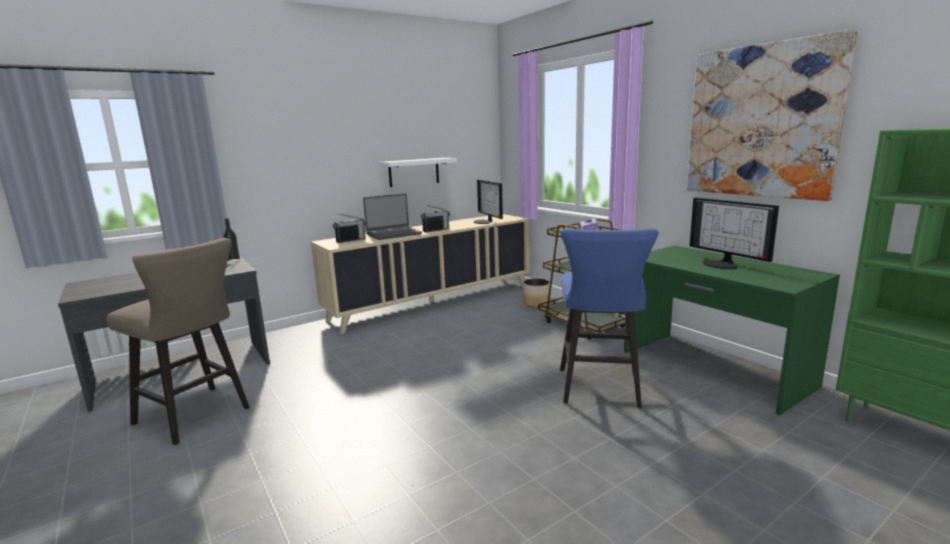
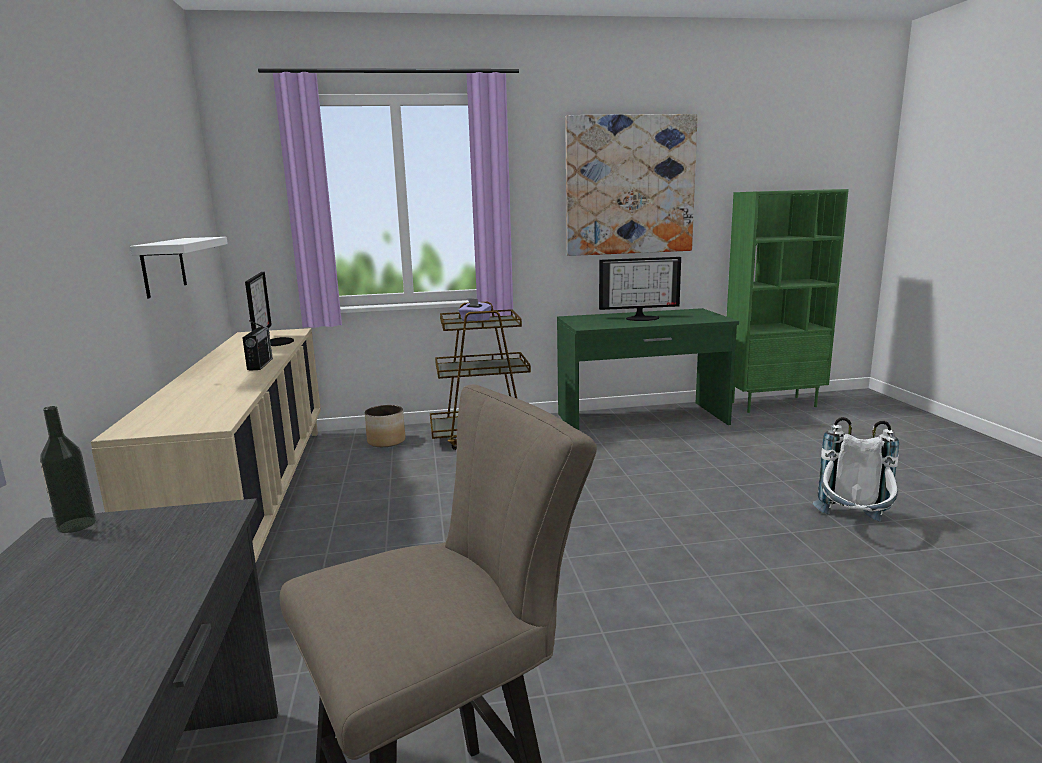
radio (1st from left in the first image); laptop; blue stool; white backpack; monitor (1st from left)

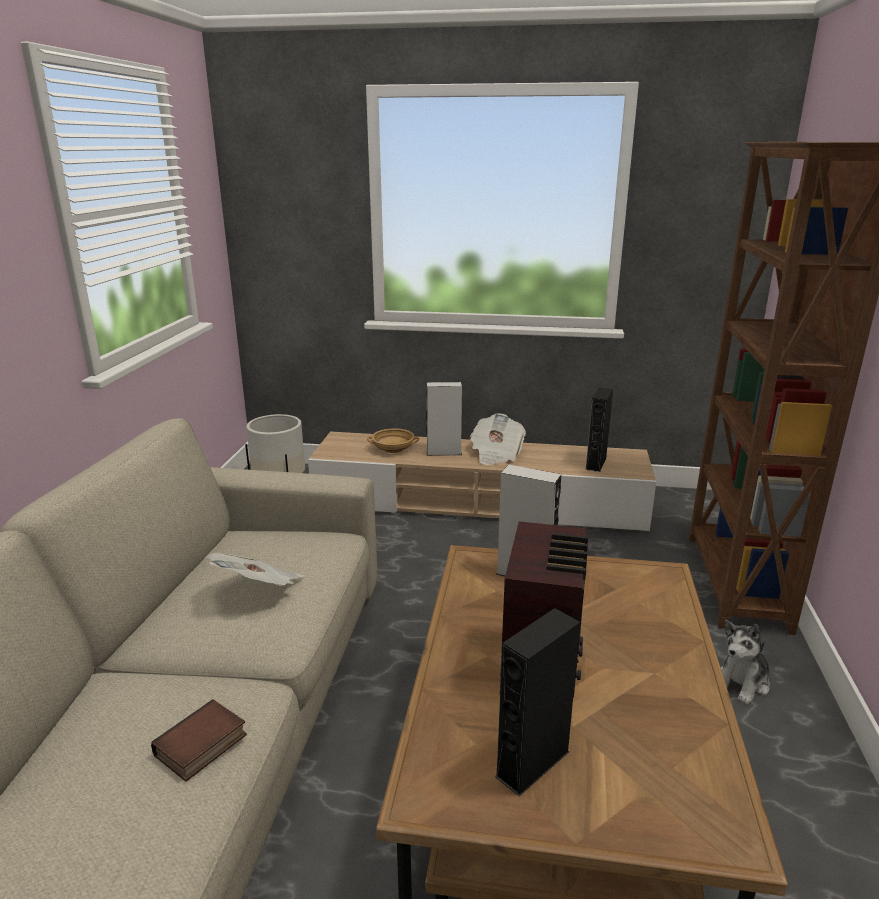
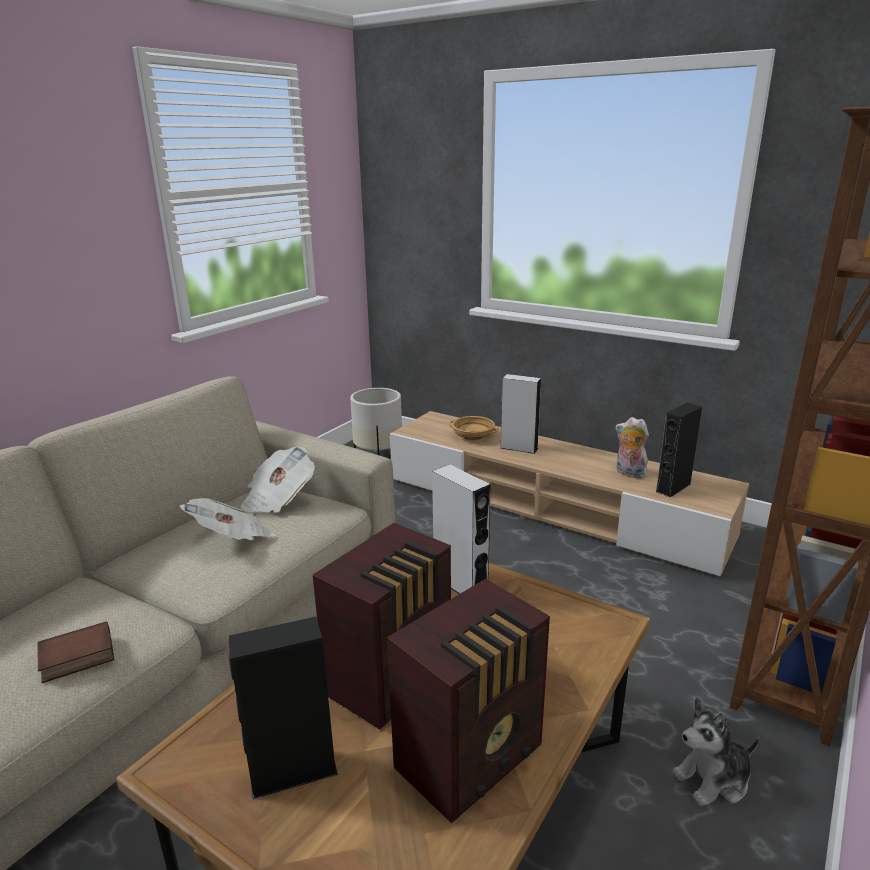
radio (2nd from left); plush toy (1st from left); newspaper (2nd from left)

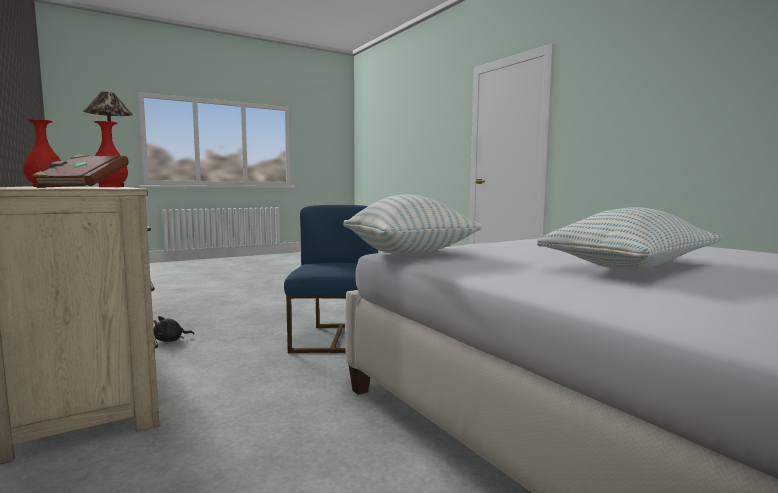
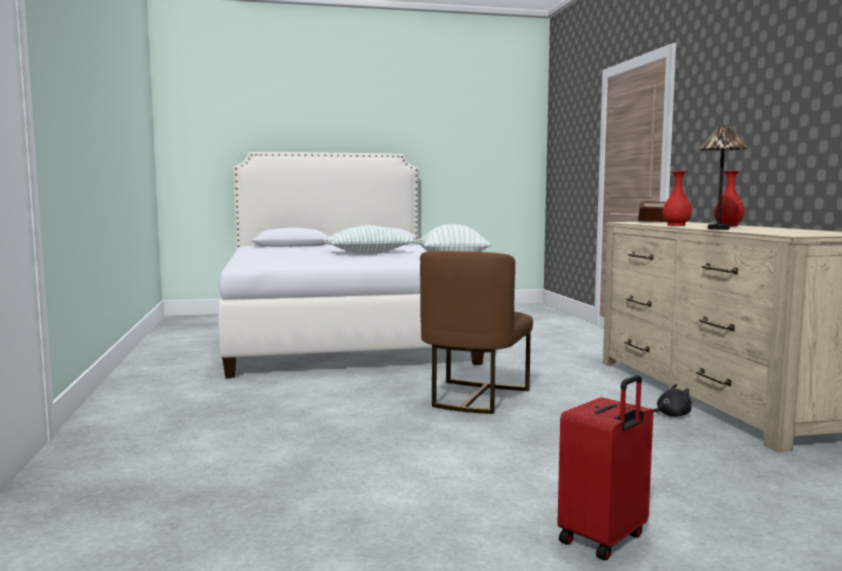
red suitcase; brown chair

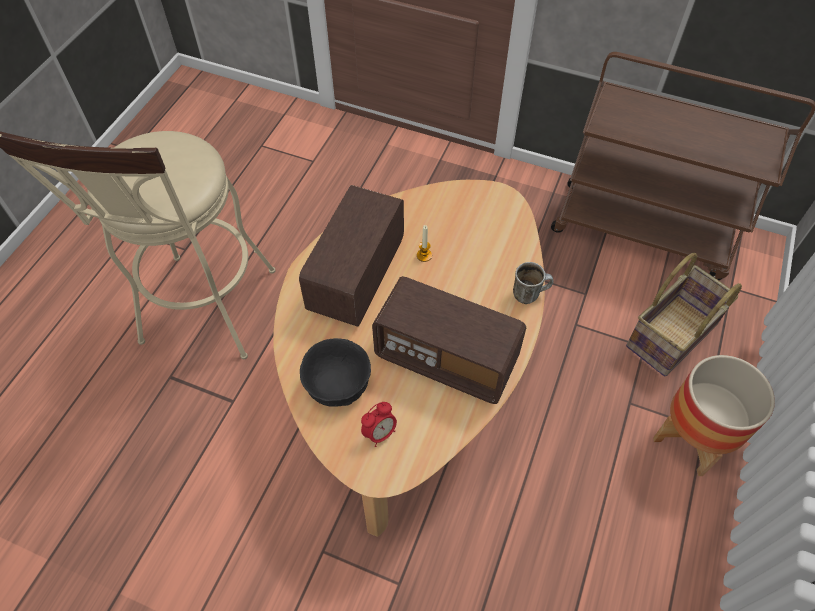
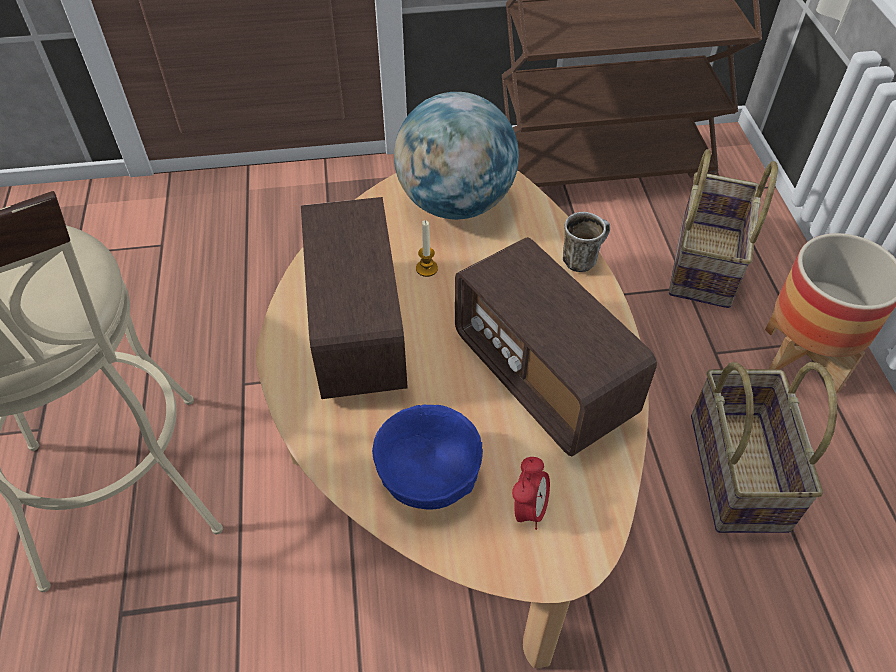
globe; basket (2nd from left); blue bowl; radio (2nd from left)

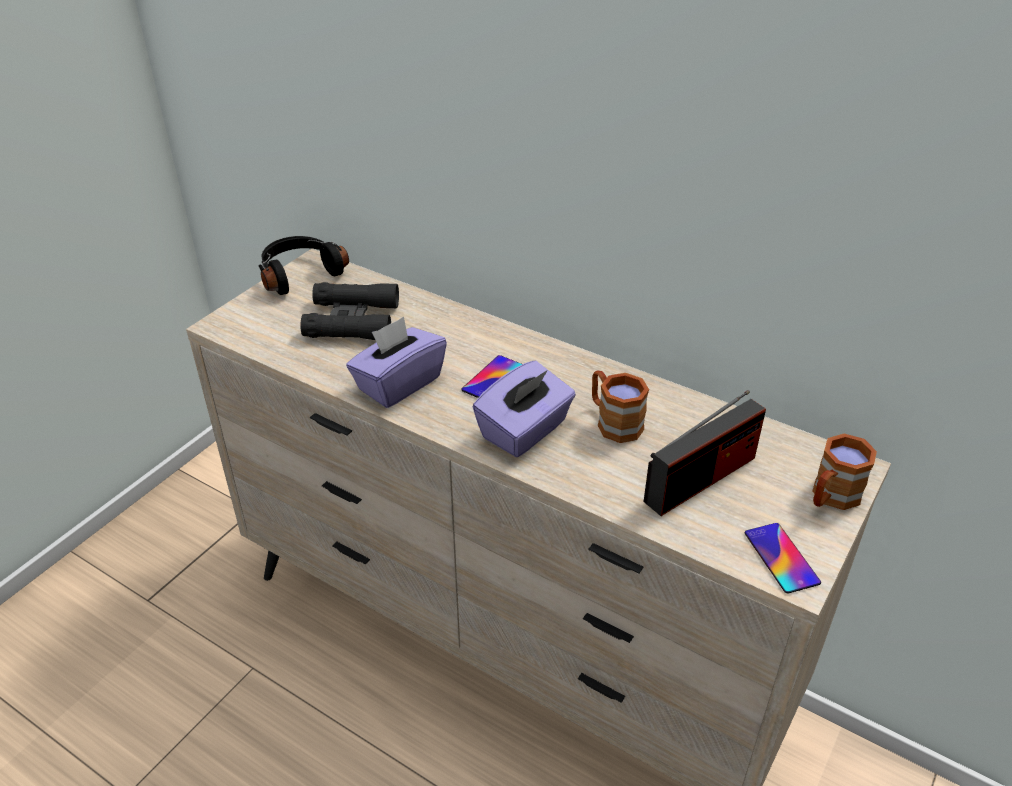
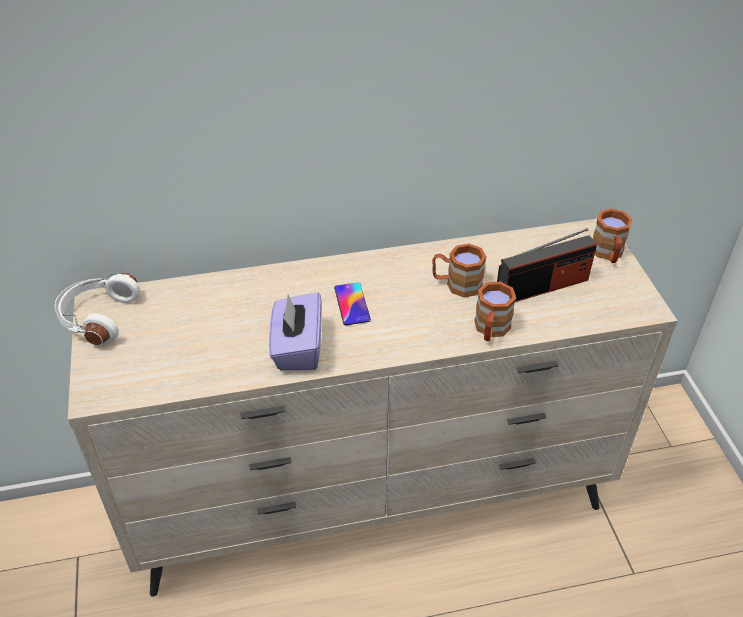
black binoculars; purple tissue box (2nd from left in the first image); phone (2nd from left in the first image); brown mug (2nd from left); white headphones; radio

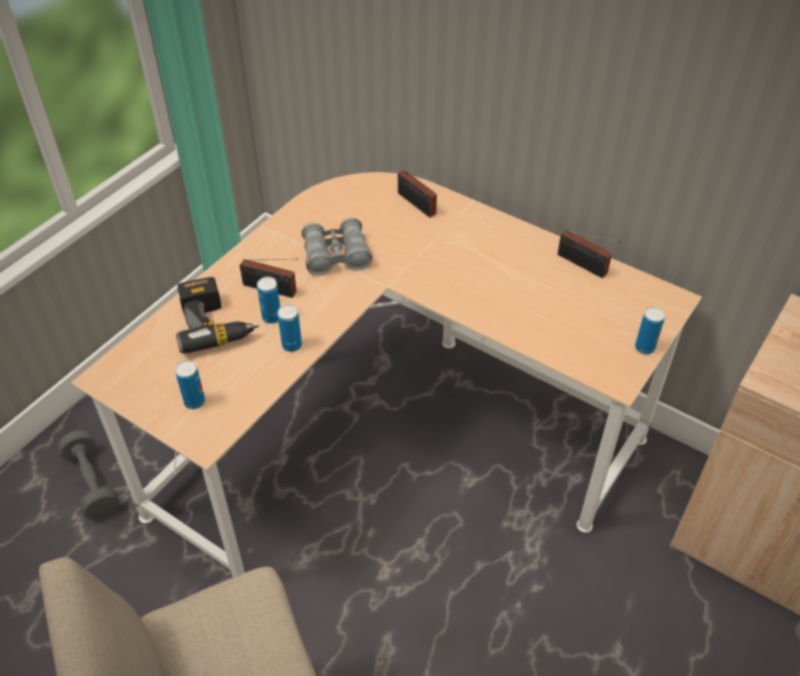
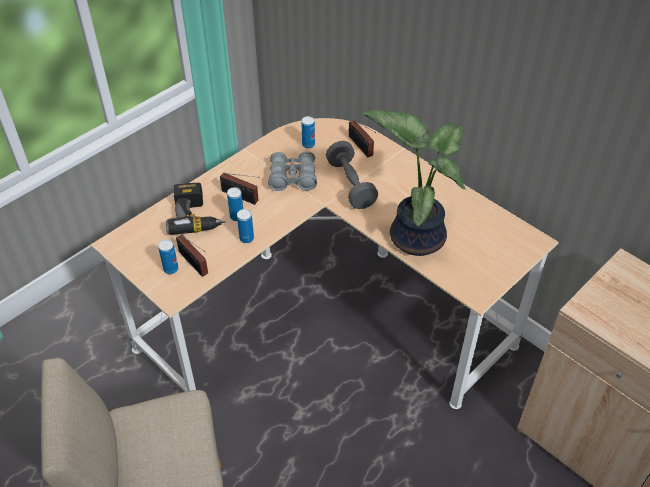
potted plant; grey dumbbell; radio (1st from left); can (4th from left)

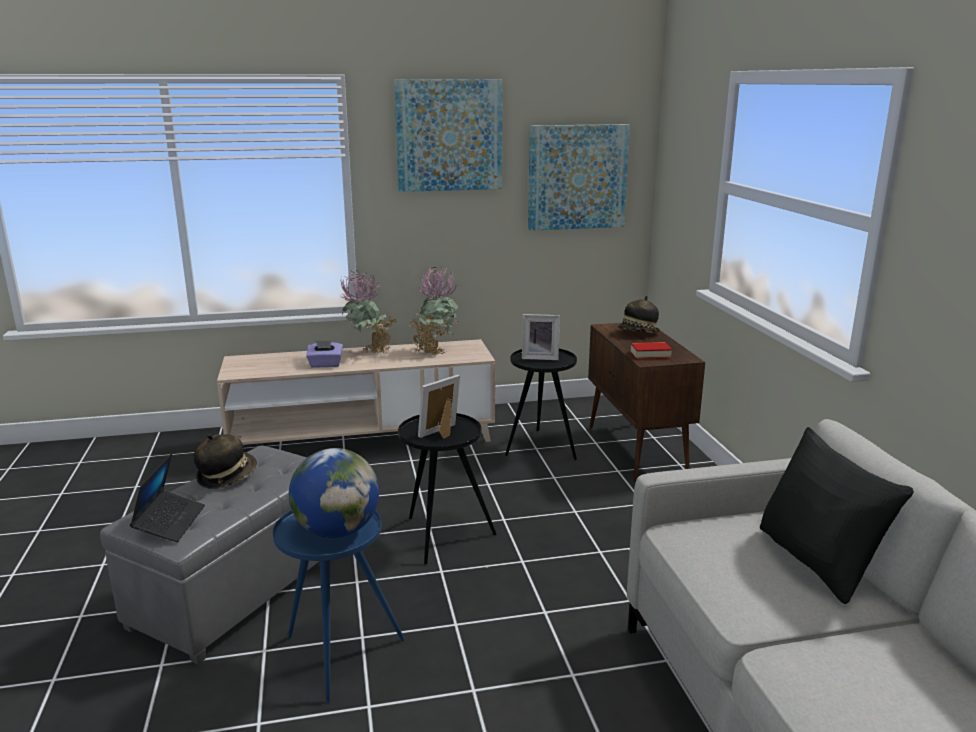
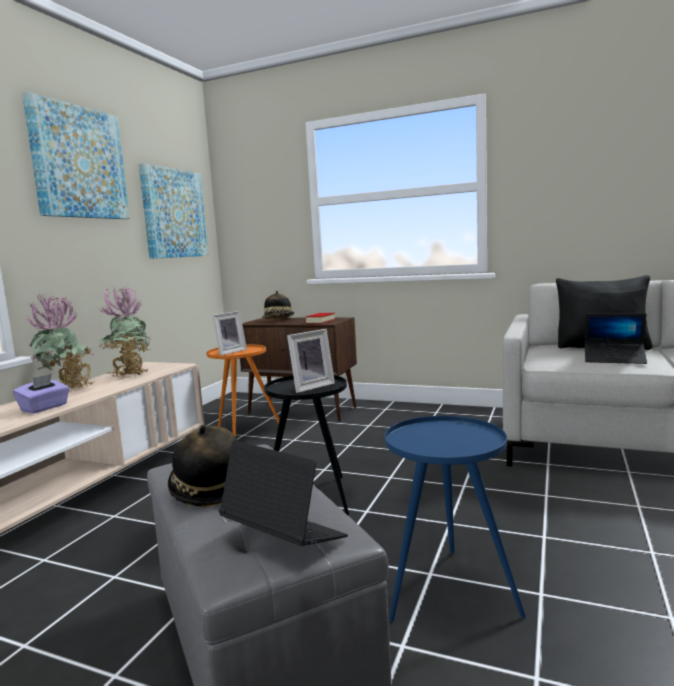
globe; laptop (2nd from left); orange side table; picture frame (2nd from left)

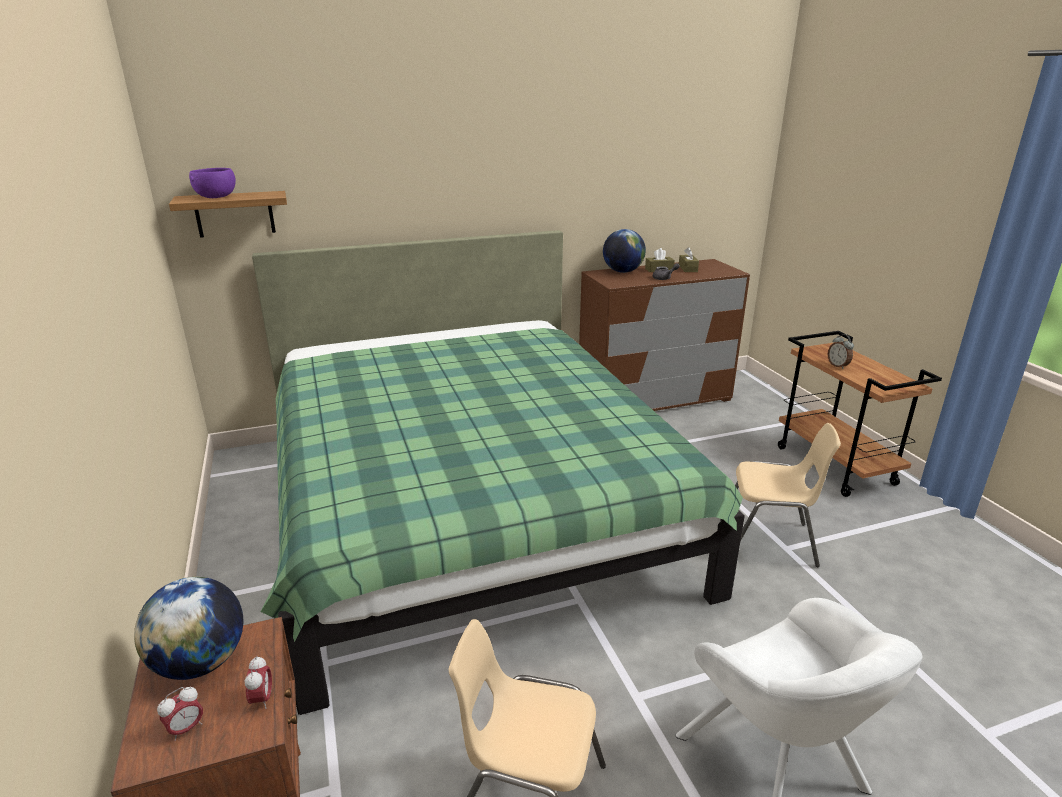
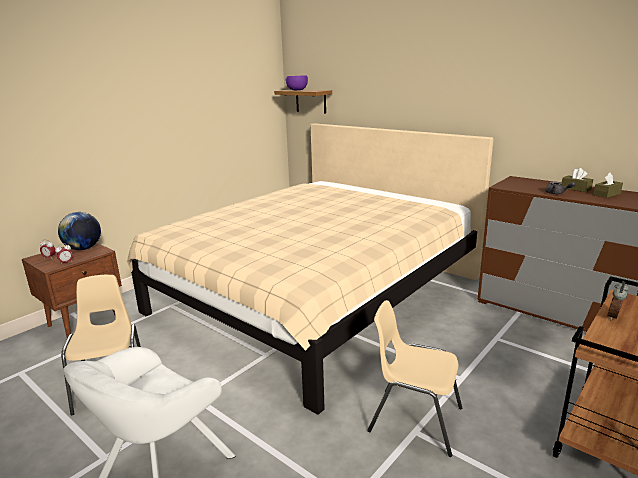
globe (2nd from left in the first image); beige bed; beige chair (2nd from left)

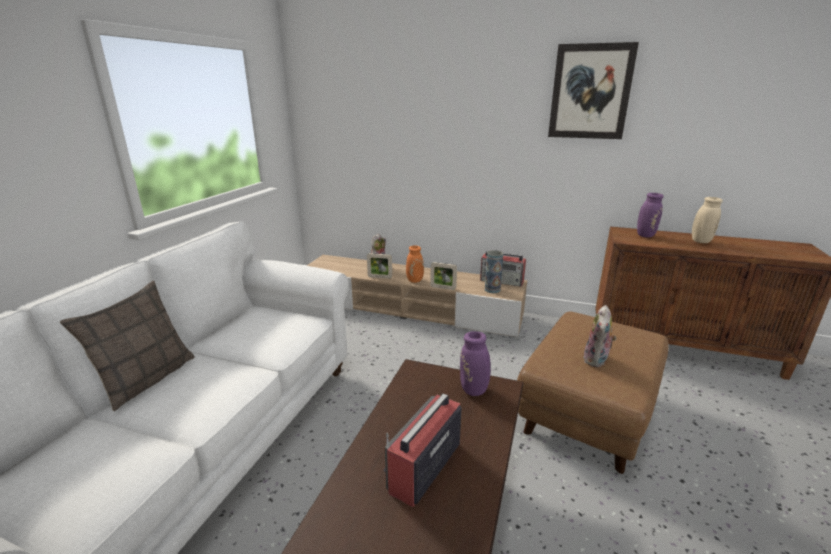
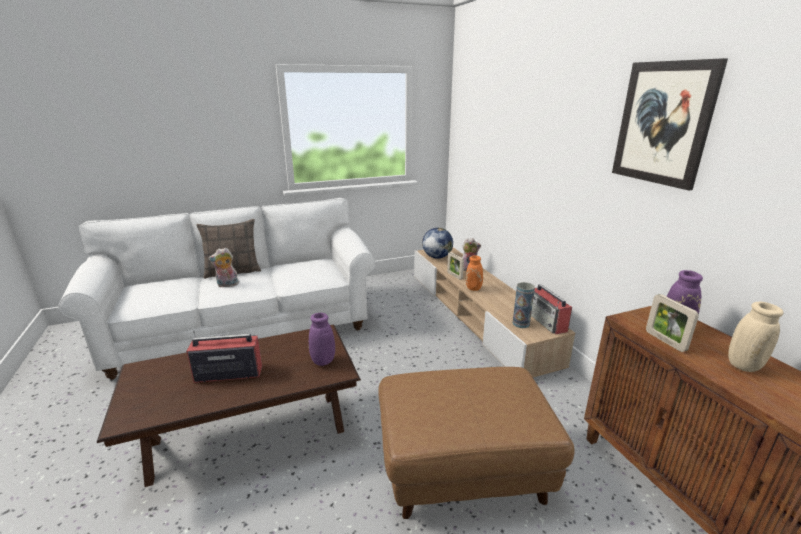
globe; picture frame (2nd from left); plush toy (1st from left)

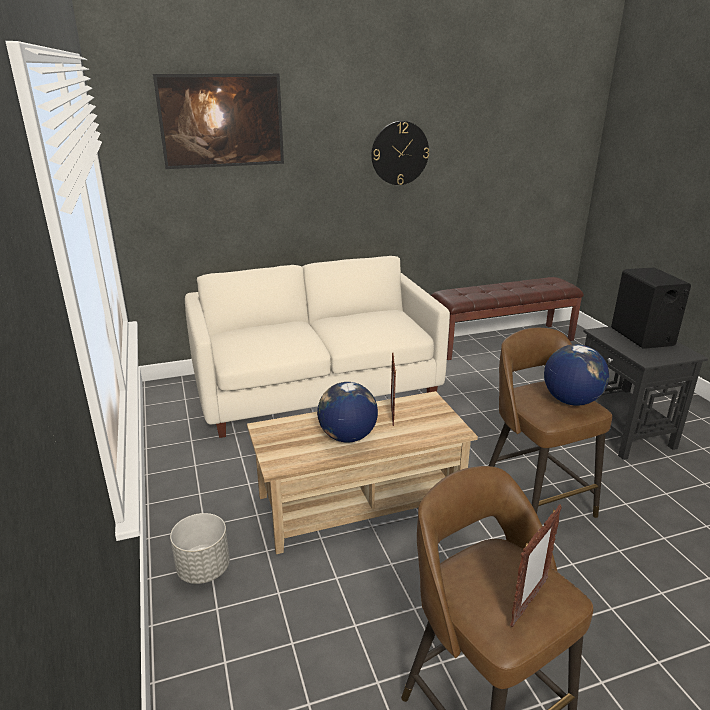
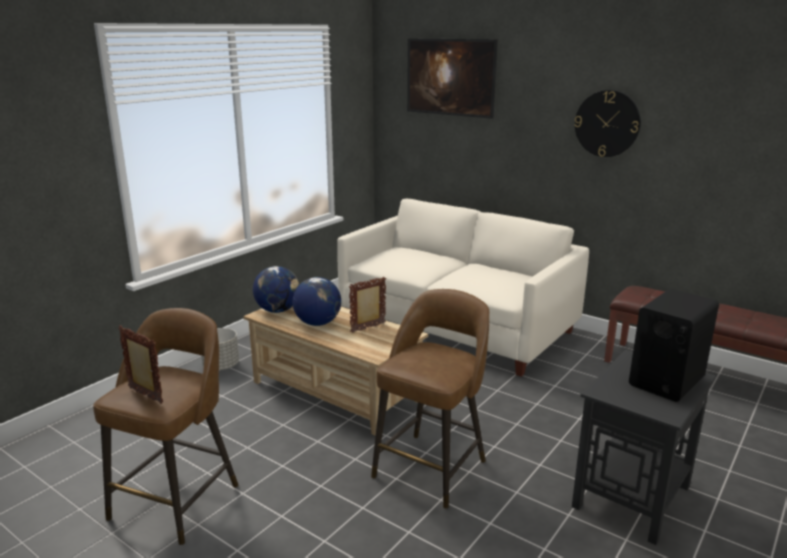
globe (1st from left); picture frame (1st from left)

